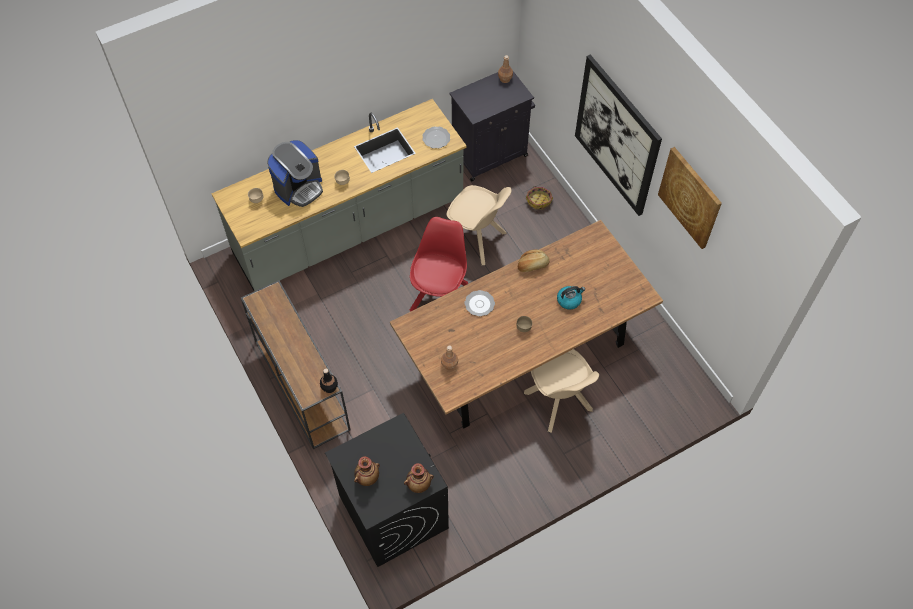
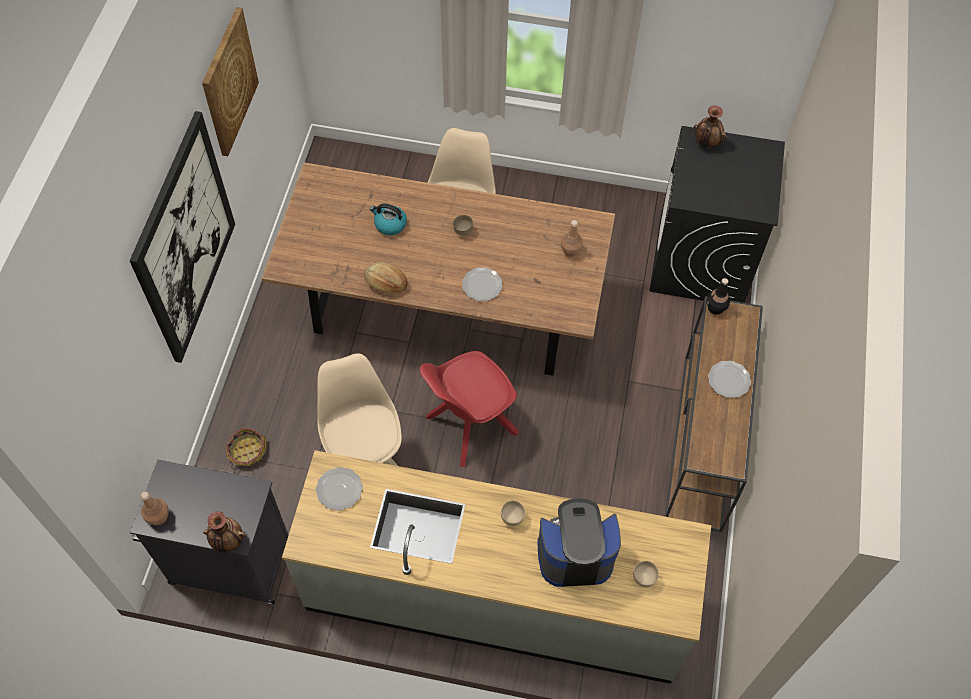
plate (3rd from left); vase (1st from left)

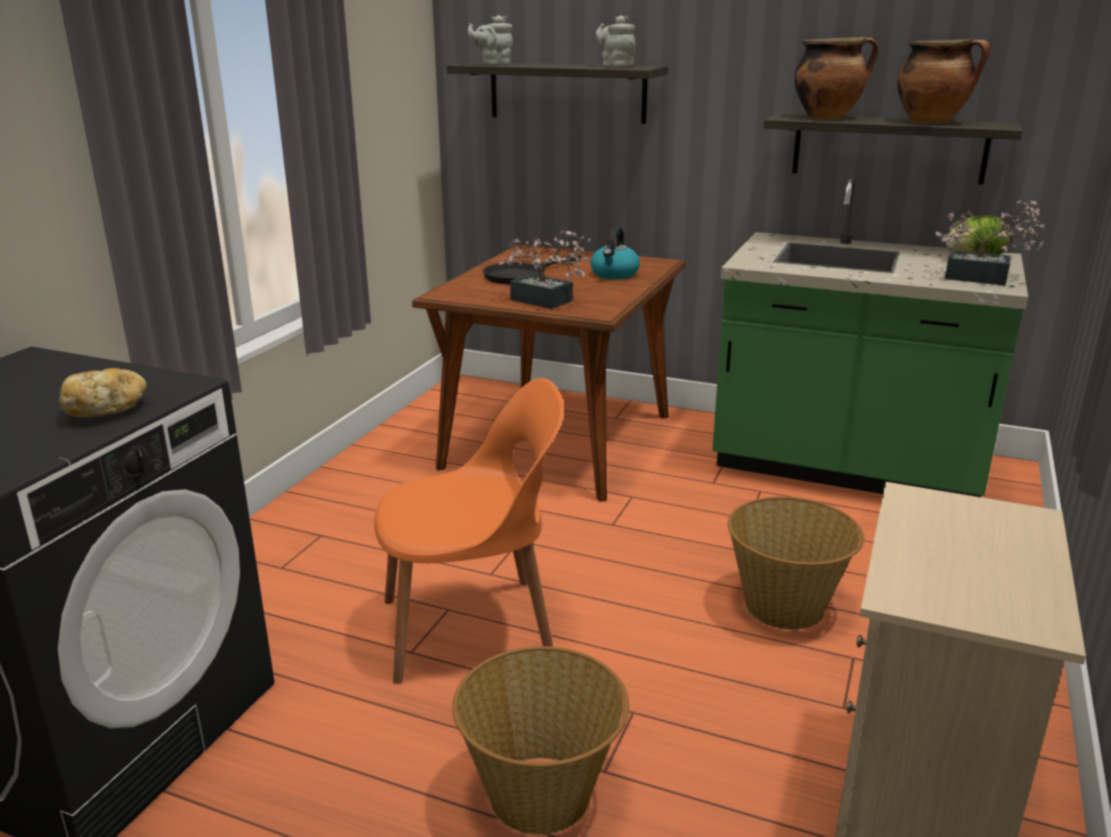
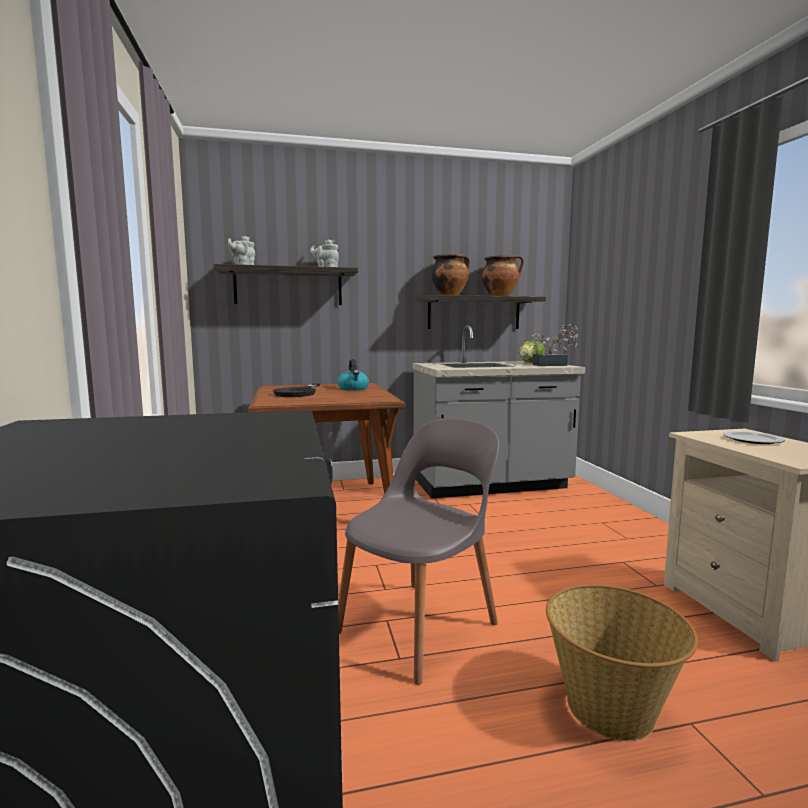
bread; potted plant (1st from left in the first image); basket (2nd from left in the first image); plate; grey chair; grey counter

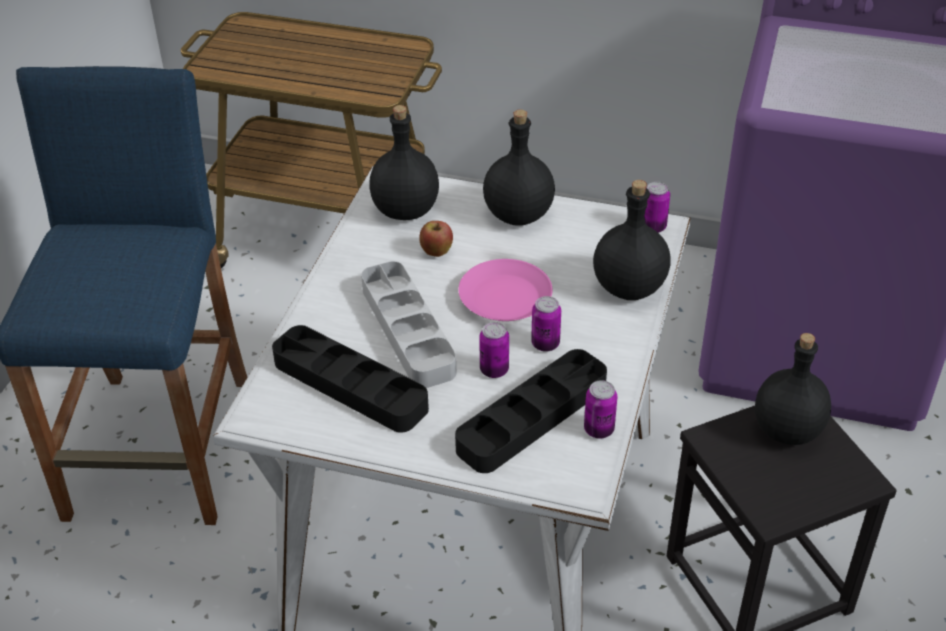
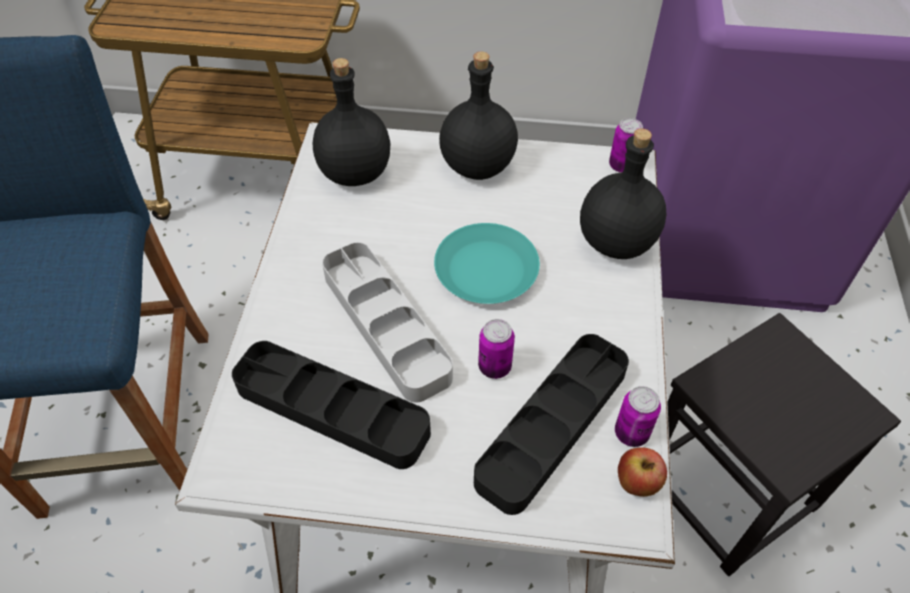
can (2nd from left in the first image); black bottle (4th from left in the first image); apple; turquoise plate

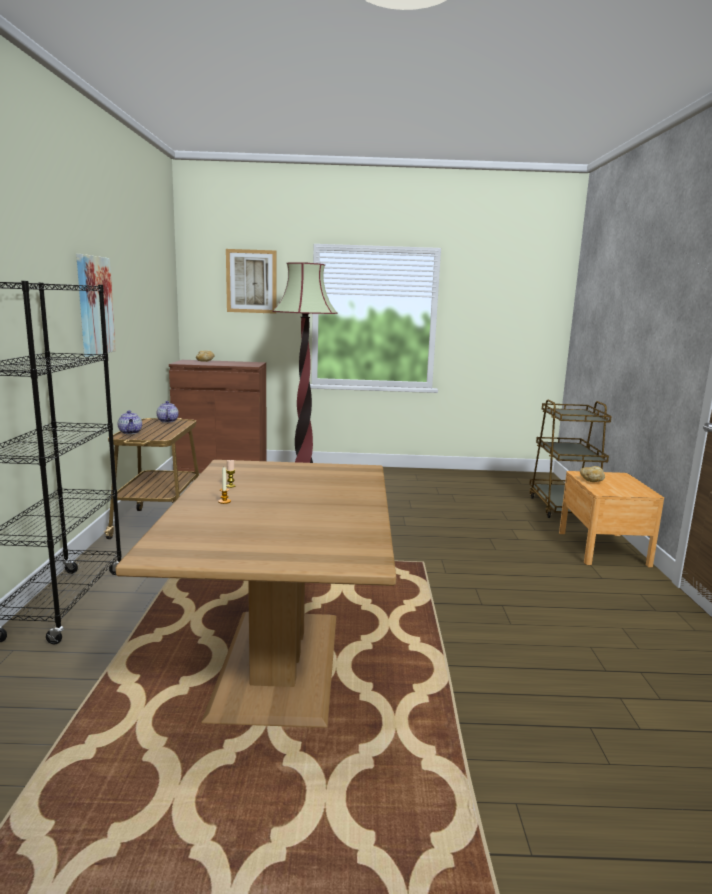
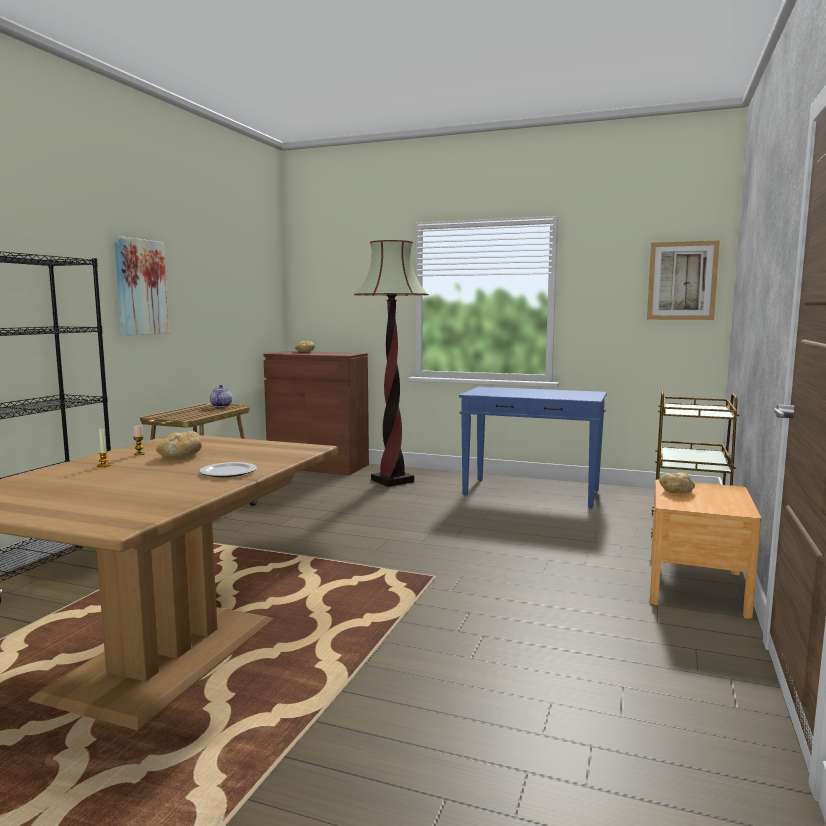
teapot (1st from left in the first image); bread (1st from left); plate; blue console table; picture (2nd from left)

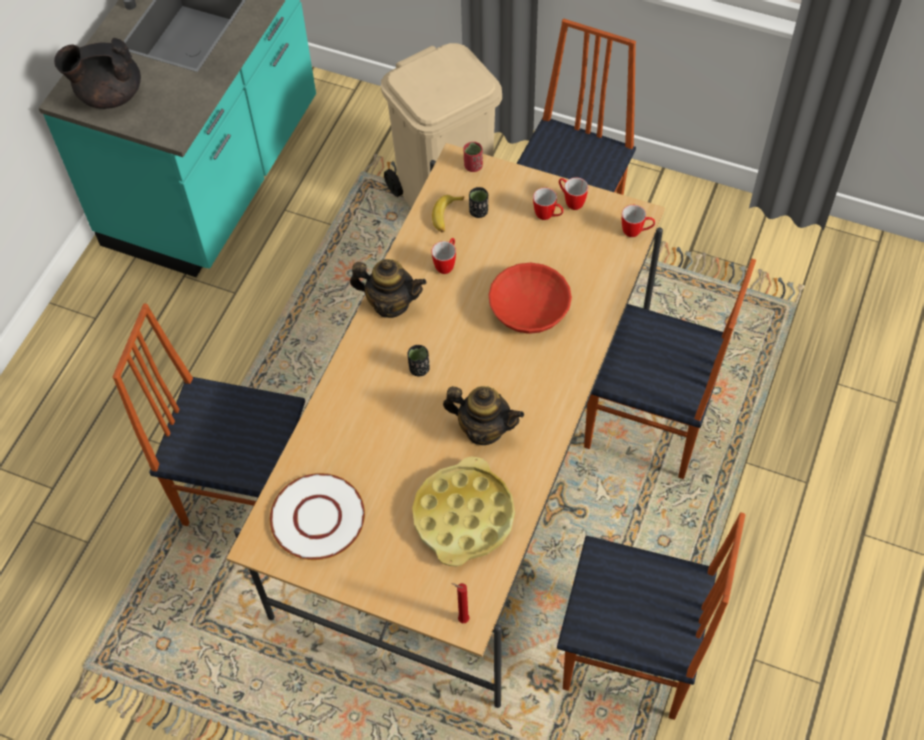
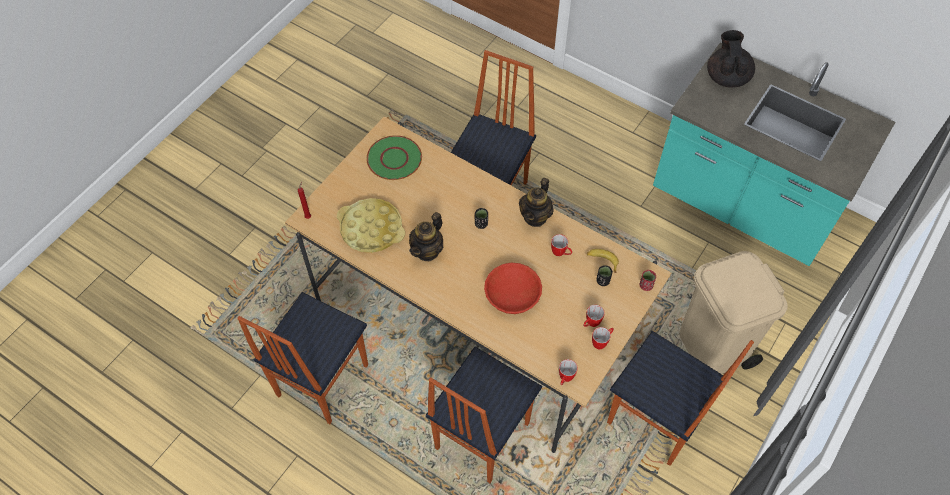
green plate

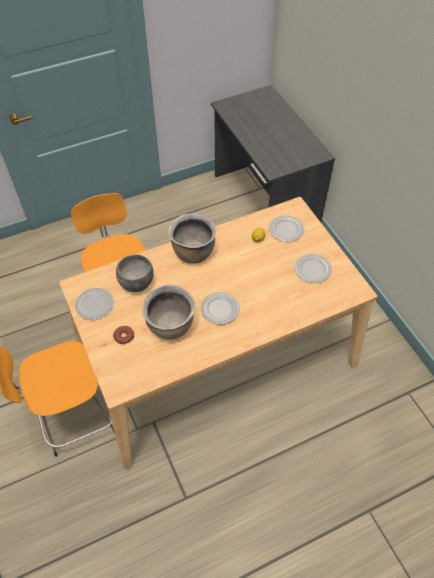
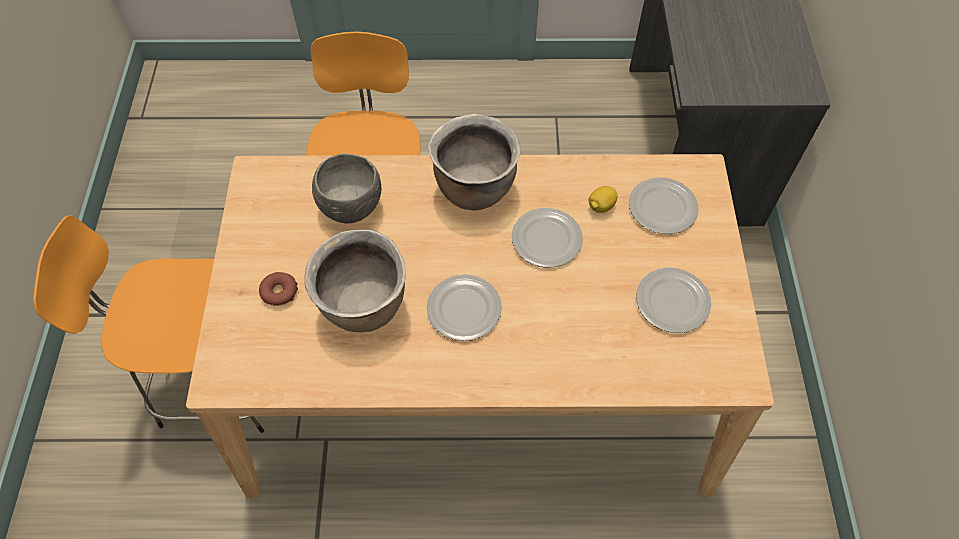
plate (2nd from left)

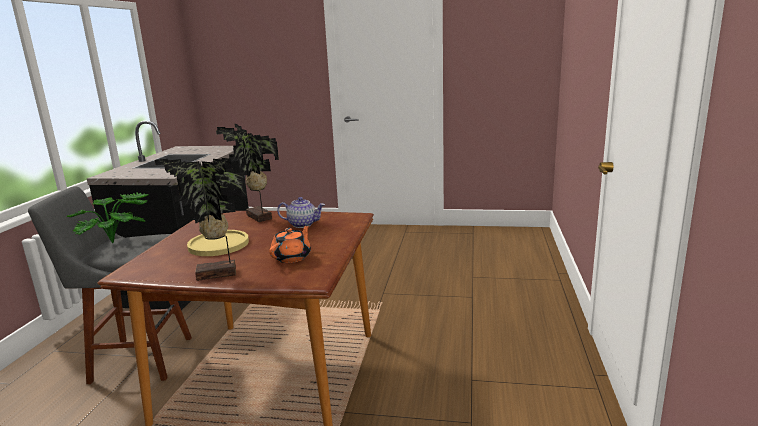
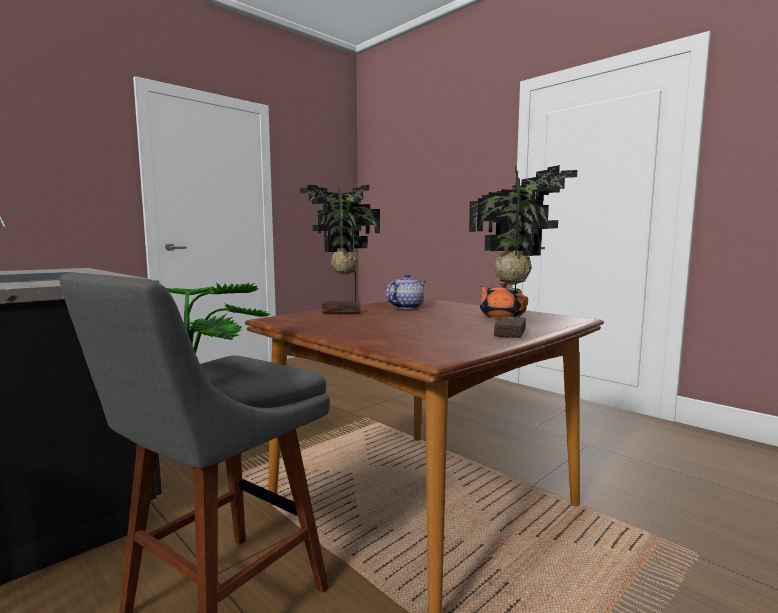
yellow plate

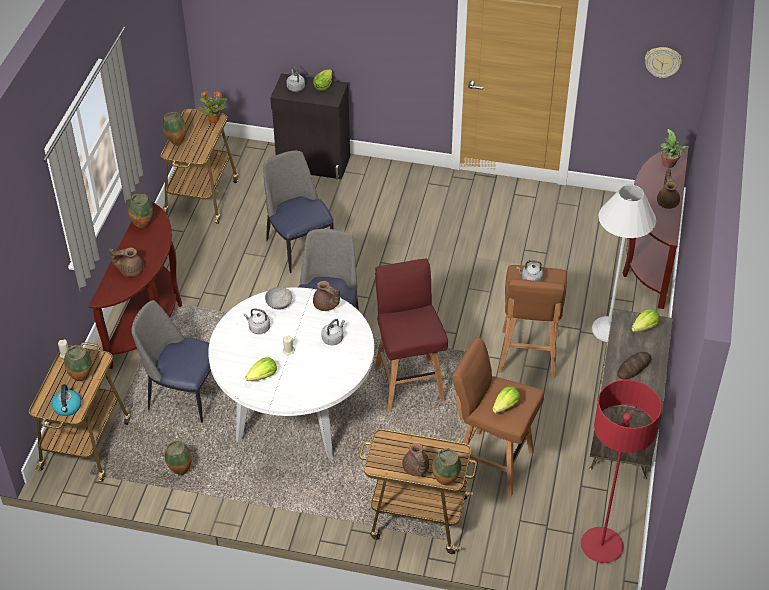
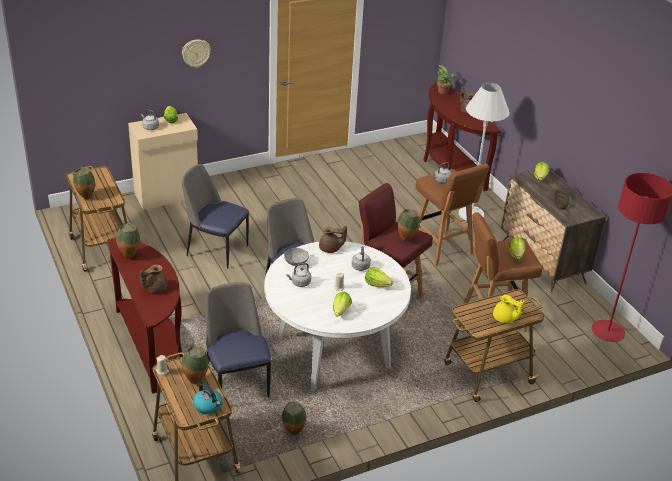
potted plant (1st from left in the first image); lettuce (3rd from left); vase (5th from left); wall clock; beige cabinet; yellow teapot; chair (2nd from left)

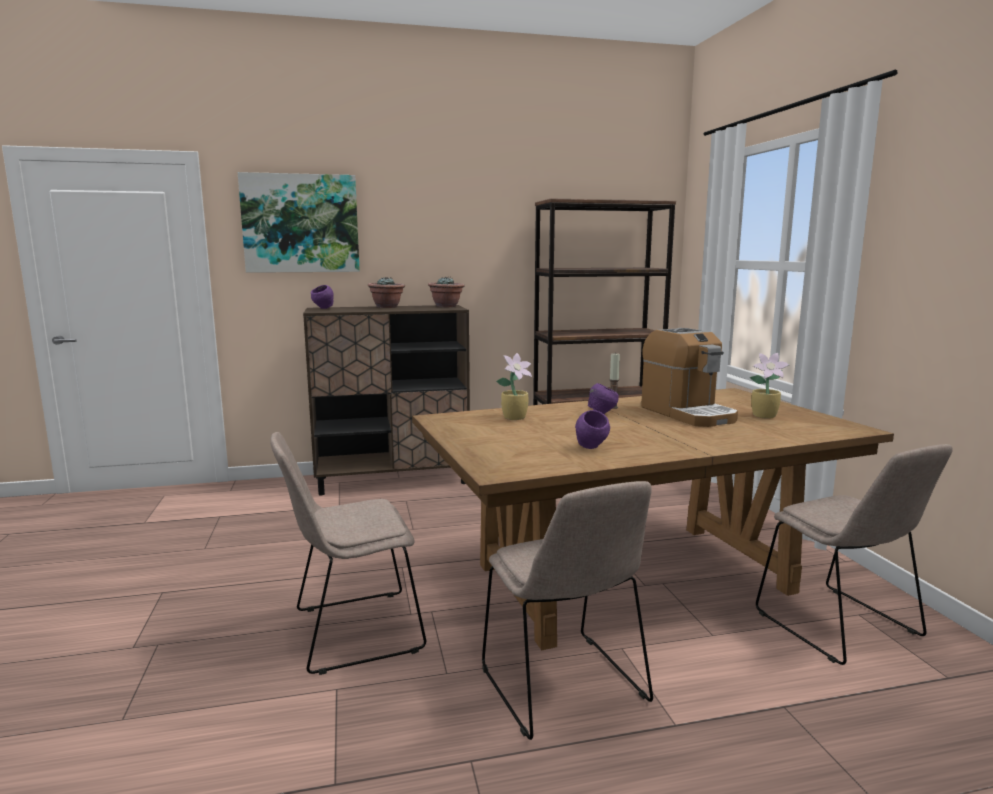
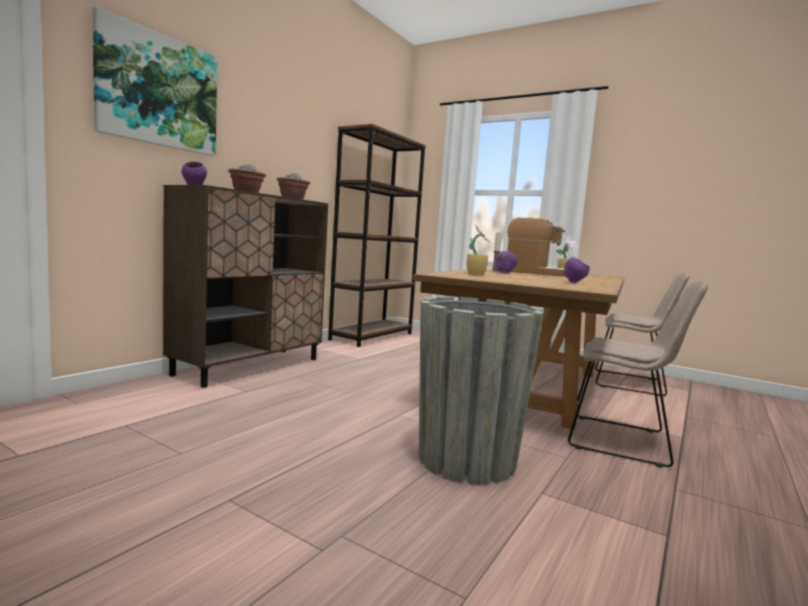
grey planter

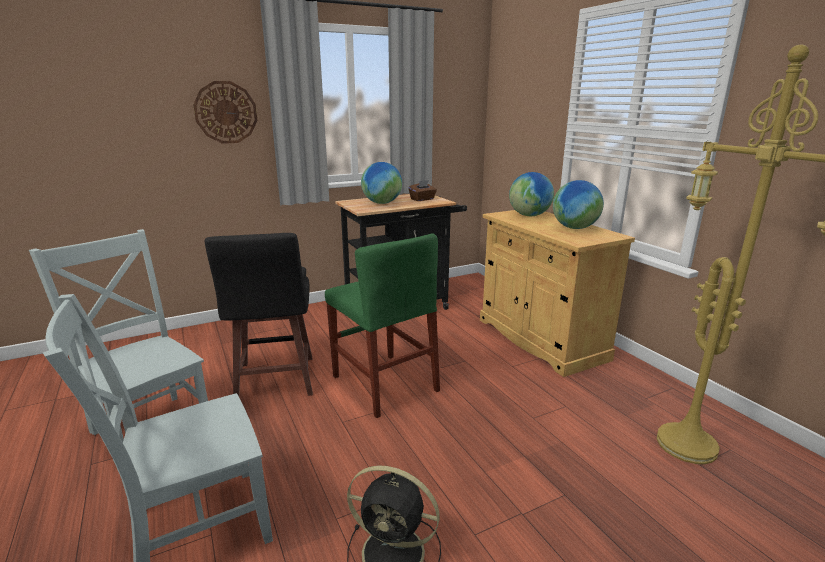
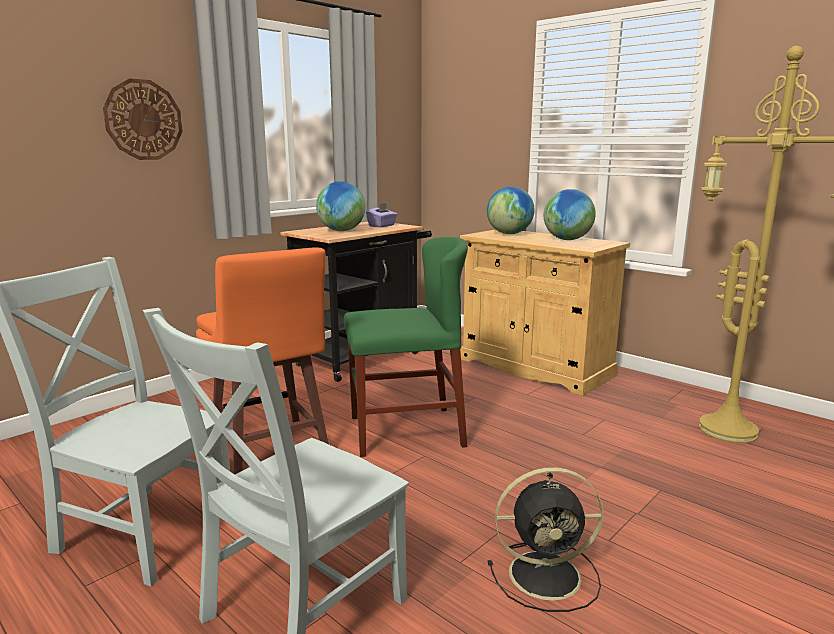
orange stool; purple tissue box; green chair

